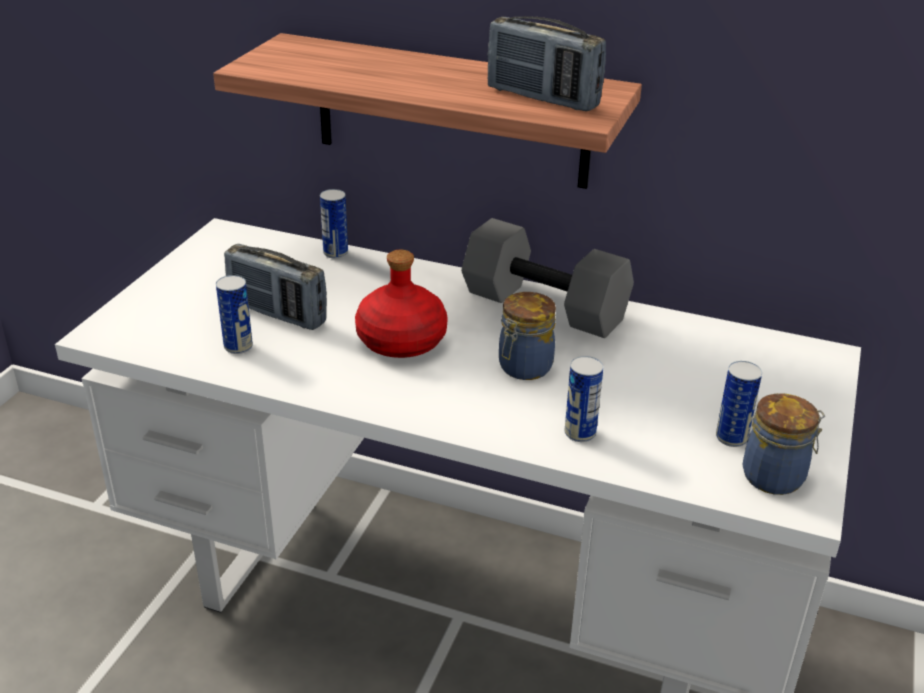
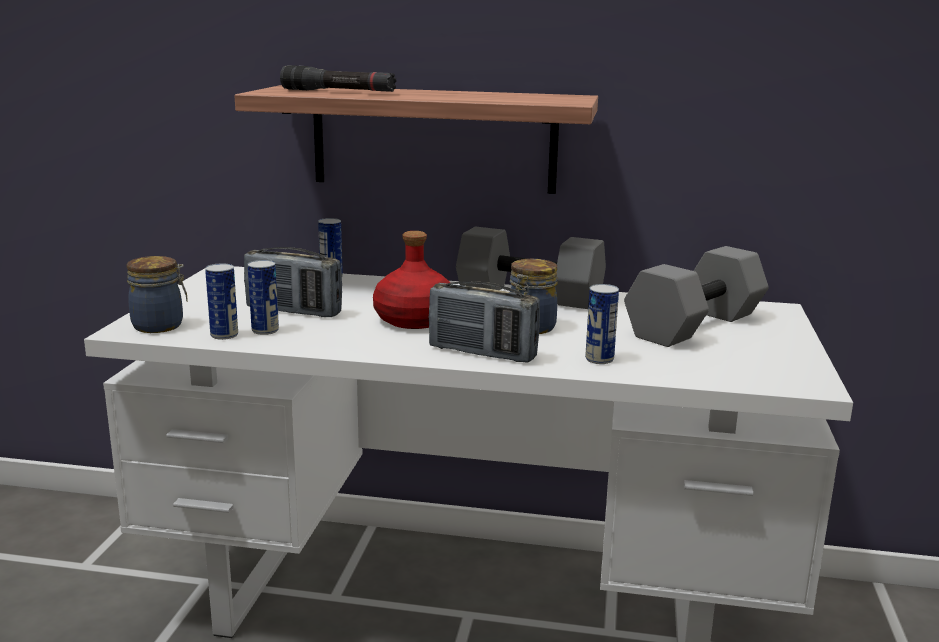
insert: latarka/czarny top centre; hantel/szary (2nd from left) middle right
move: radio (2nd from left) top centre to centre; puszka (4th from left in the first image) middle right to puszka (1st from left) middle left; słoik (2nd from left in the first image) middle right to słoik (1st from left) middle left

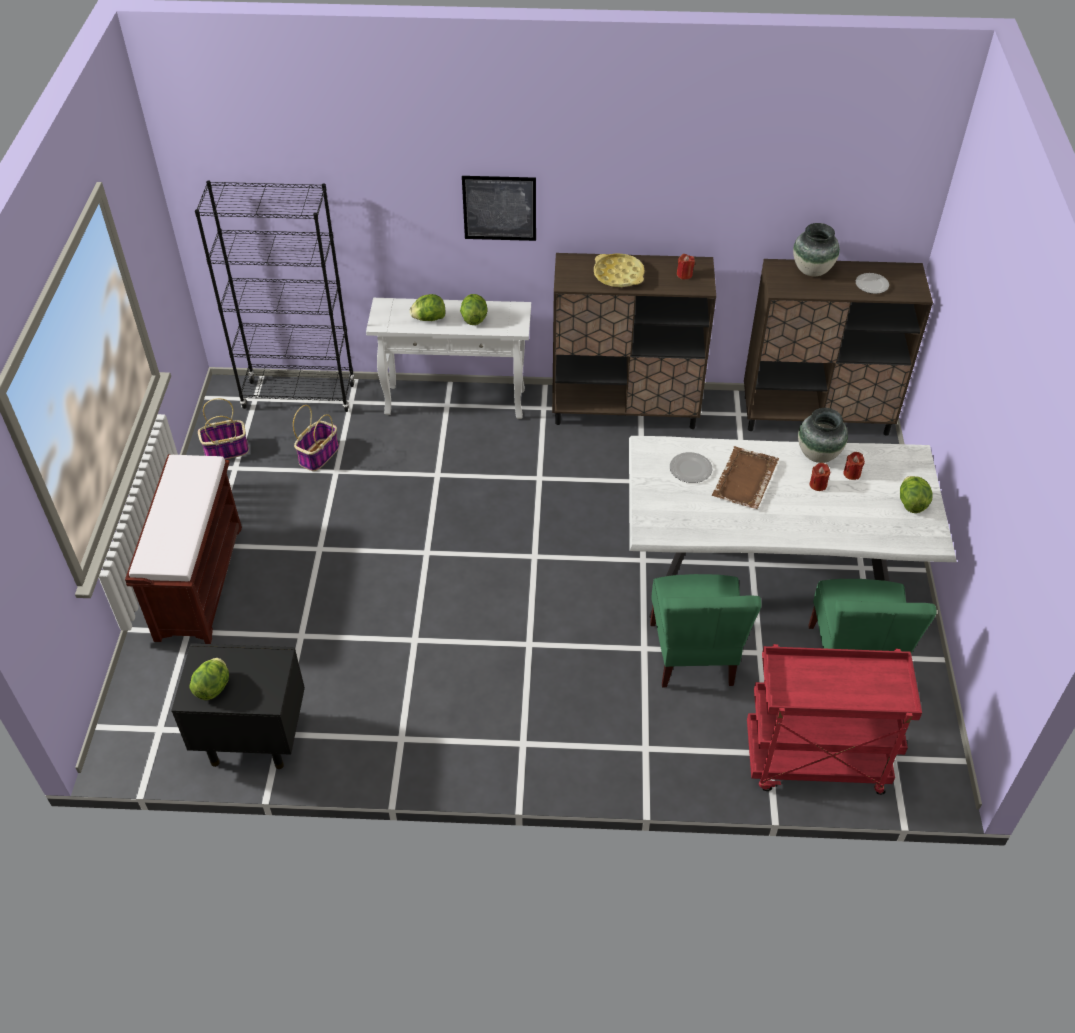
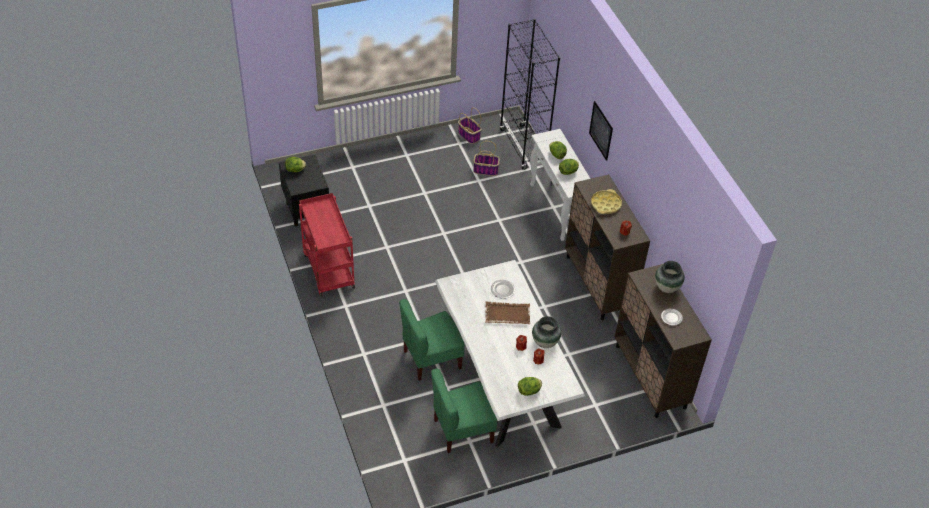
delete: ławka/brązowy middle left
move: wózek/czerwony bottom right to centre

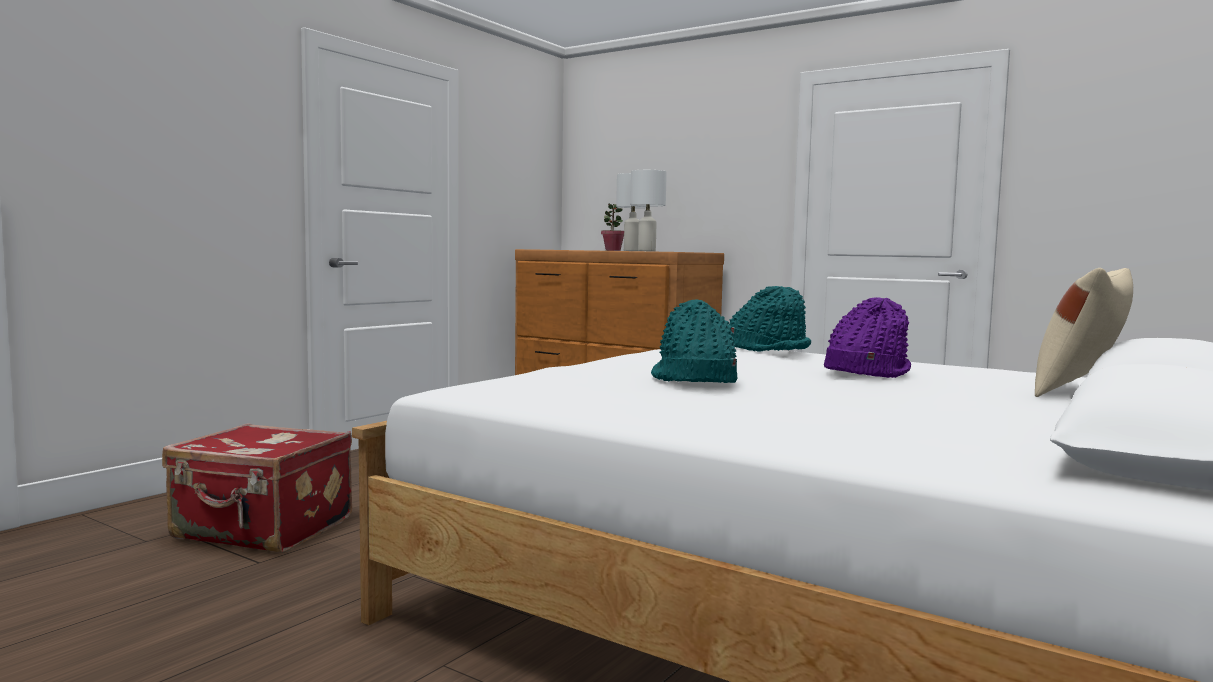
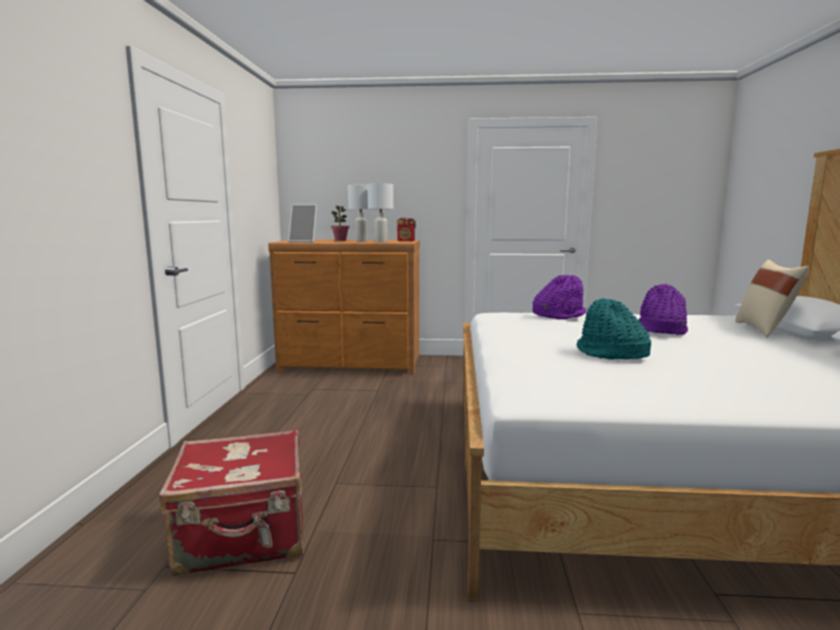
insert: ramka na zdjęcie centre; radio centre
recolor: kapelusz/turkusowy (2nd from left) centre to kapelusz/fioletowy (1st from left) centre

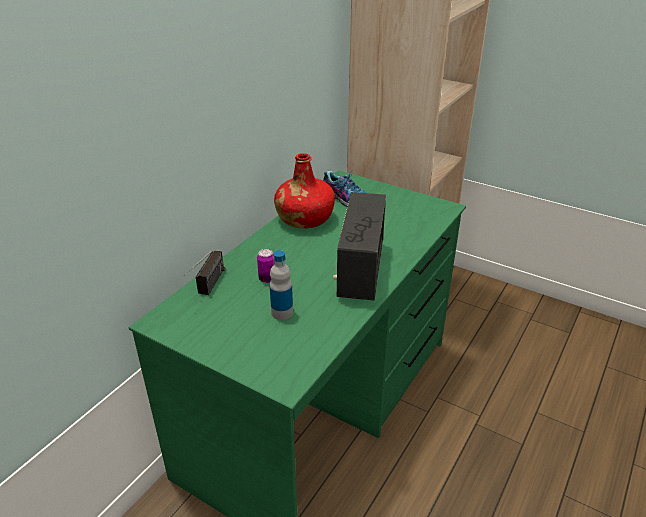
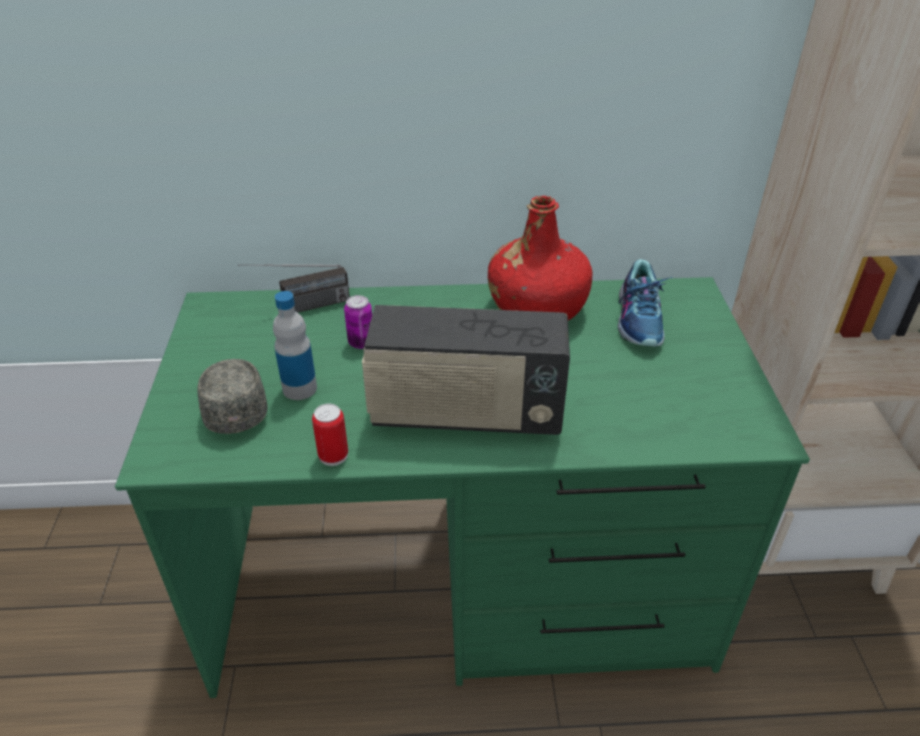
insert: czapka z daszkiem/szary middle left; puszka (1st from left) centre
rotate: radio (2nd from left) centre = centre 150 degrees counterclockwise

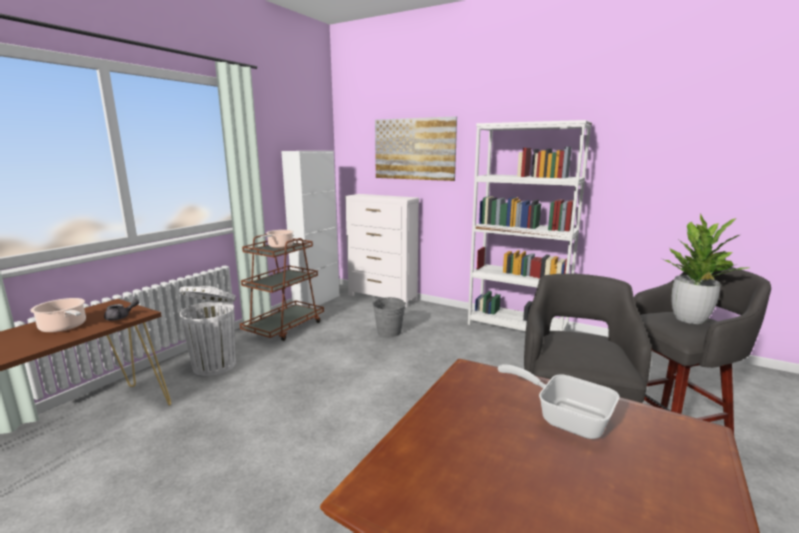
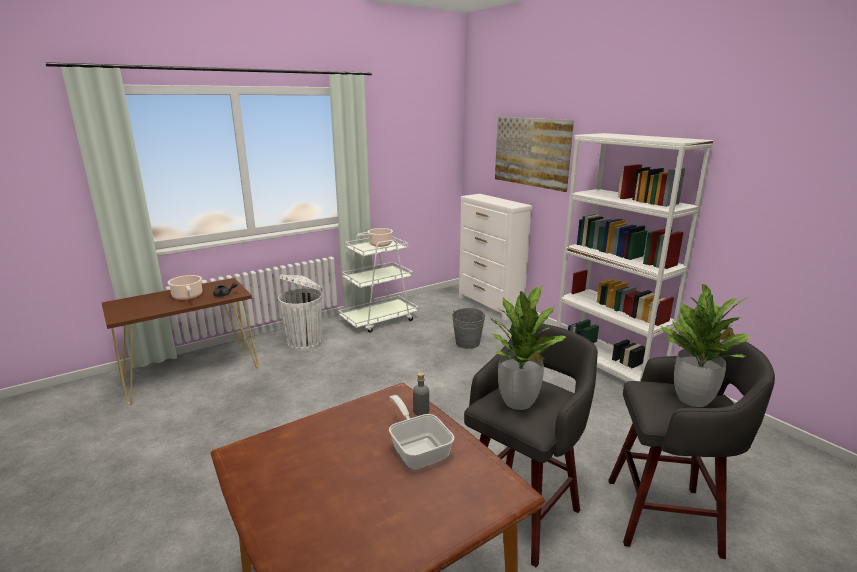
delete: szafka/biały centre
insert: butelka/szary bottom centre; roślina doniczkowa (1st from left) centre
recolor: wózek/brązowy centre to wózek/biały centre

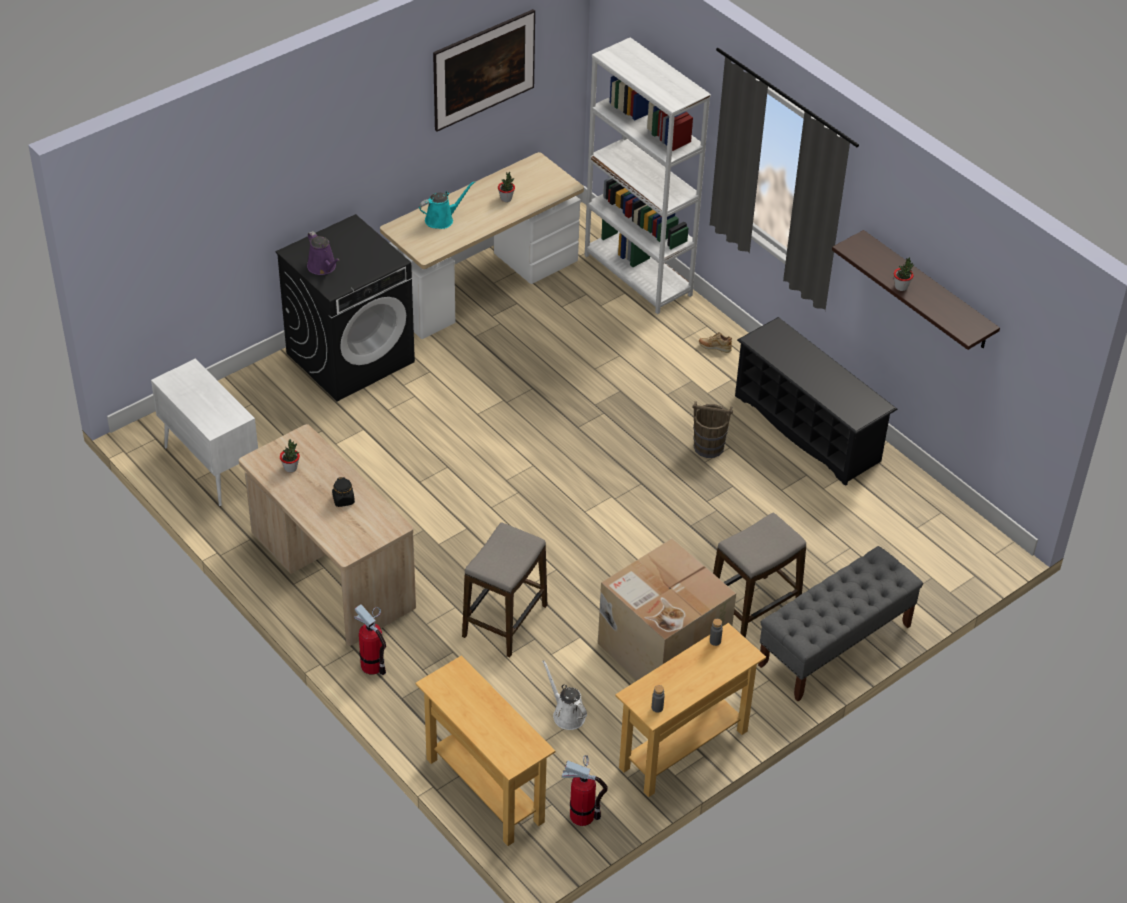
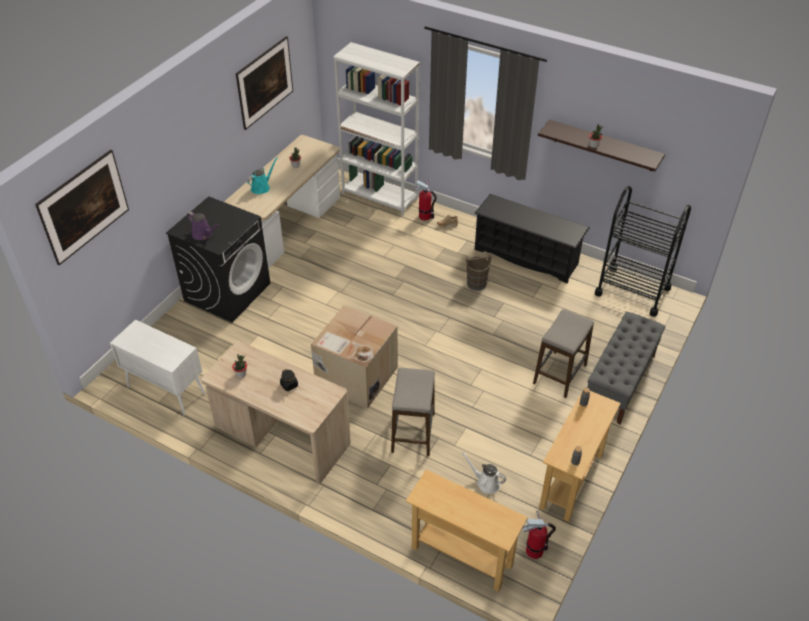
insert: obraz (1st from left) middle left; wózek/czarny middle right
move: gaśnica (1st from left) bottom left to top centre; karton bottom centre to centre

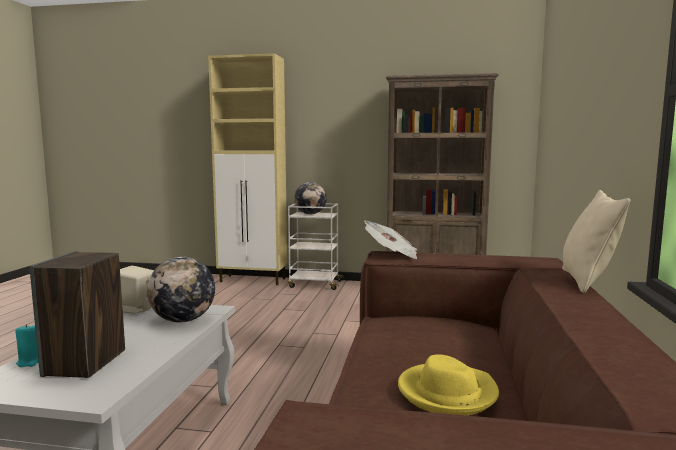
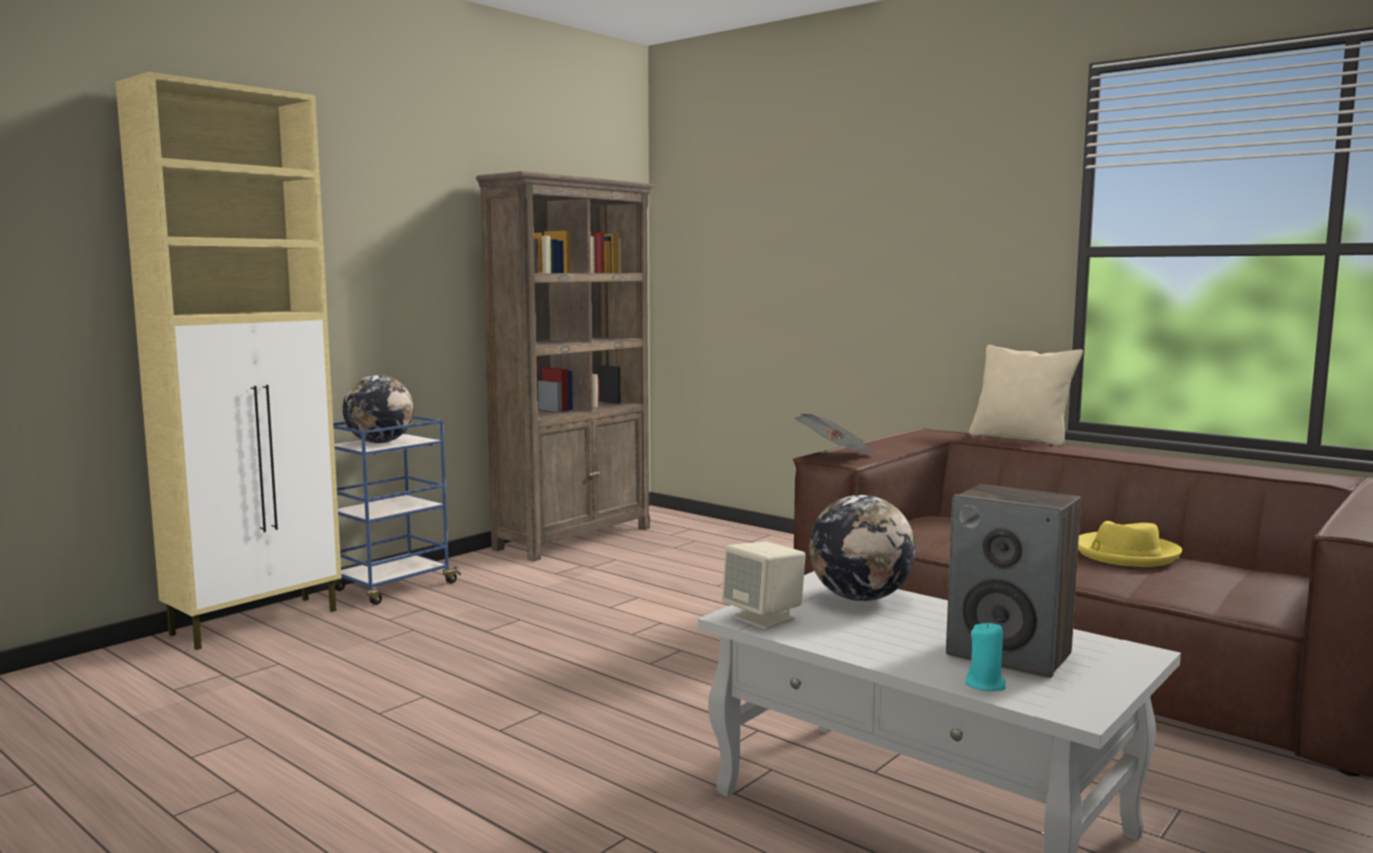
recolor: wózek/biały centre to wózek/niebieski middle left

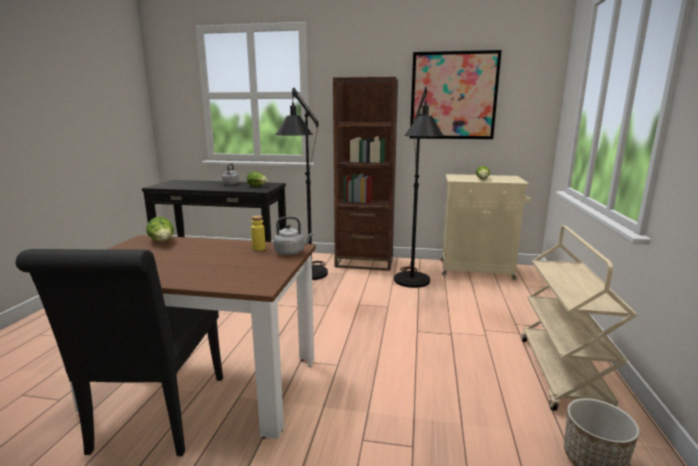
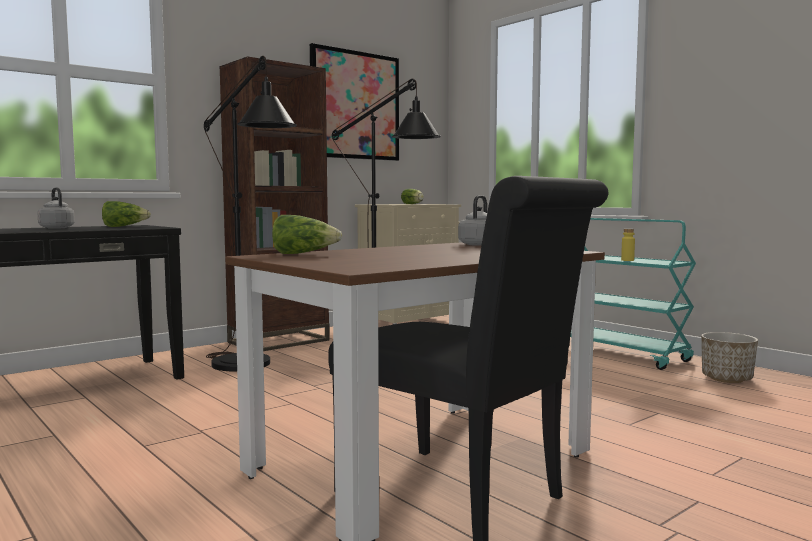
move: butelka/żółty centre to middle right
recolor: wózek/beżowy bottom right to wózek/turkusowy middle right

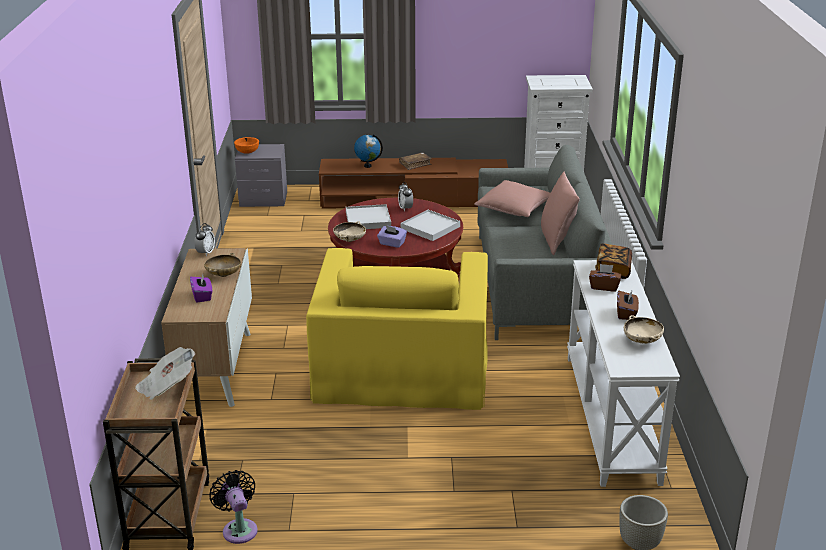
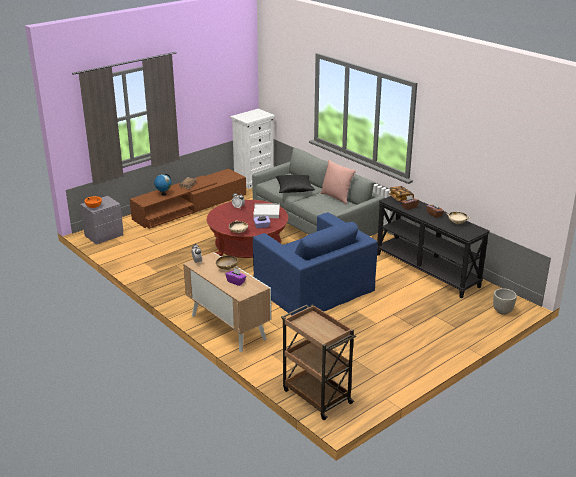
delete: gazeta bottom left; wentylator/czarny bottom left; taca/biały (1st from left) centre
recolor: fotel/żółty centre to fotel/niebieski centre; poduszka/różowy (1st from left) centre to poduszka/czarny centre; stolik konsolowy/biały bottom right to stolik konsolowy/czarny middle right

